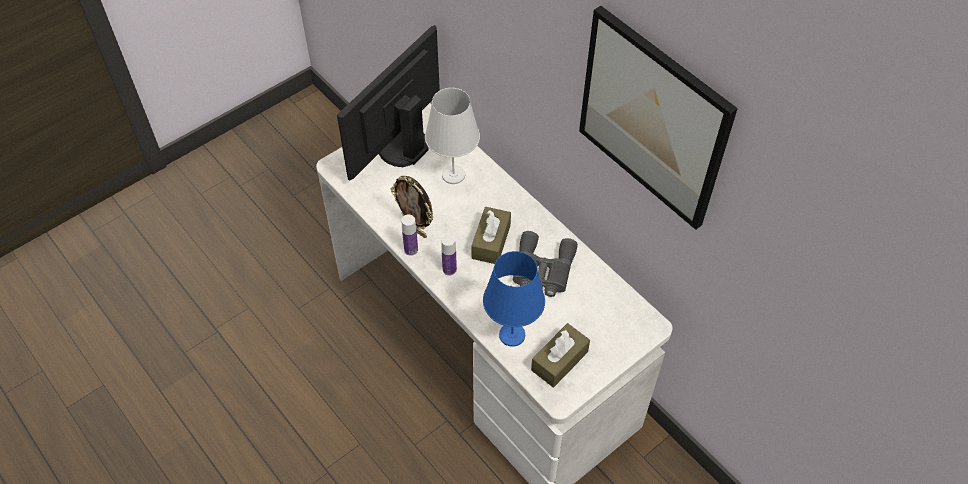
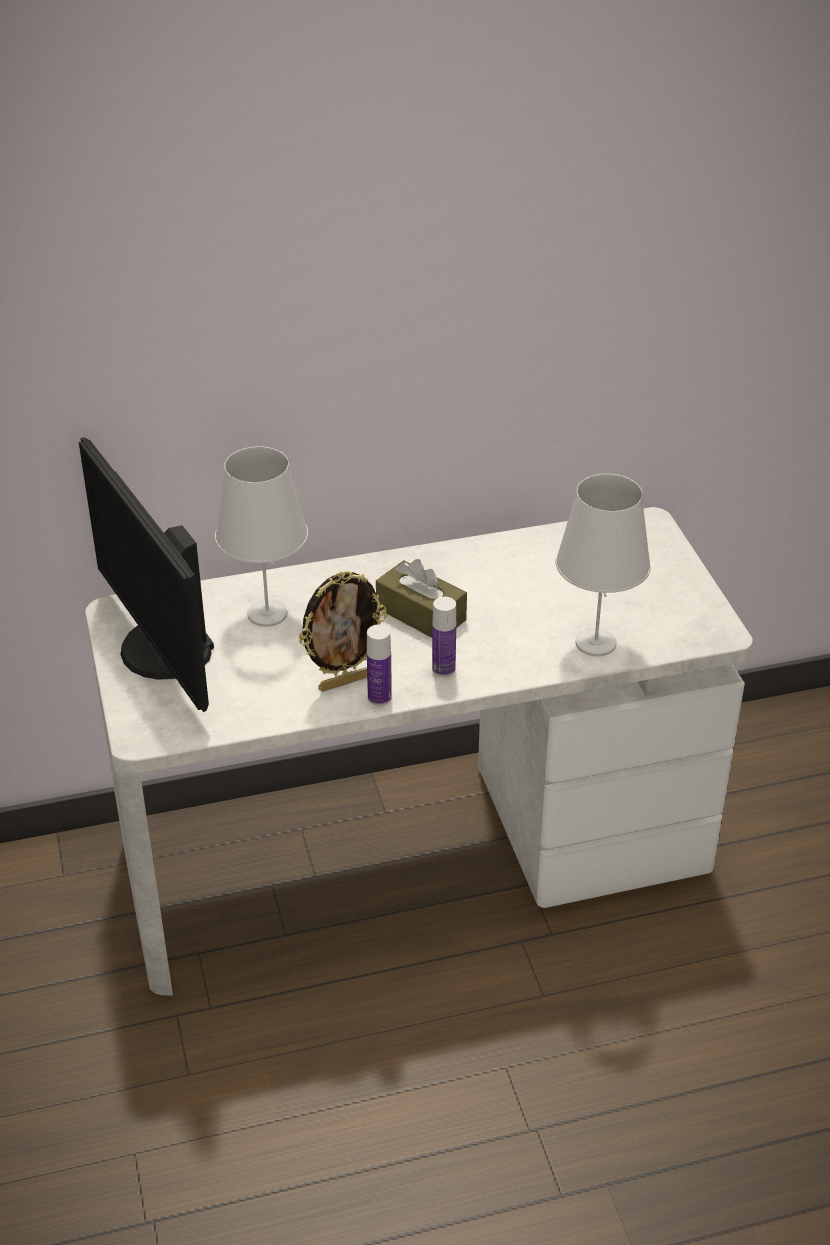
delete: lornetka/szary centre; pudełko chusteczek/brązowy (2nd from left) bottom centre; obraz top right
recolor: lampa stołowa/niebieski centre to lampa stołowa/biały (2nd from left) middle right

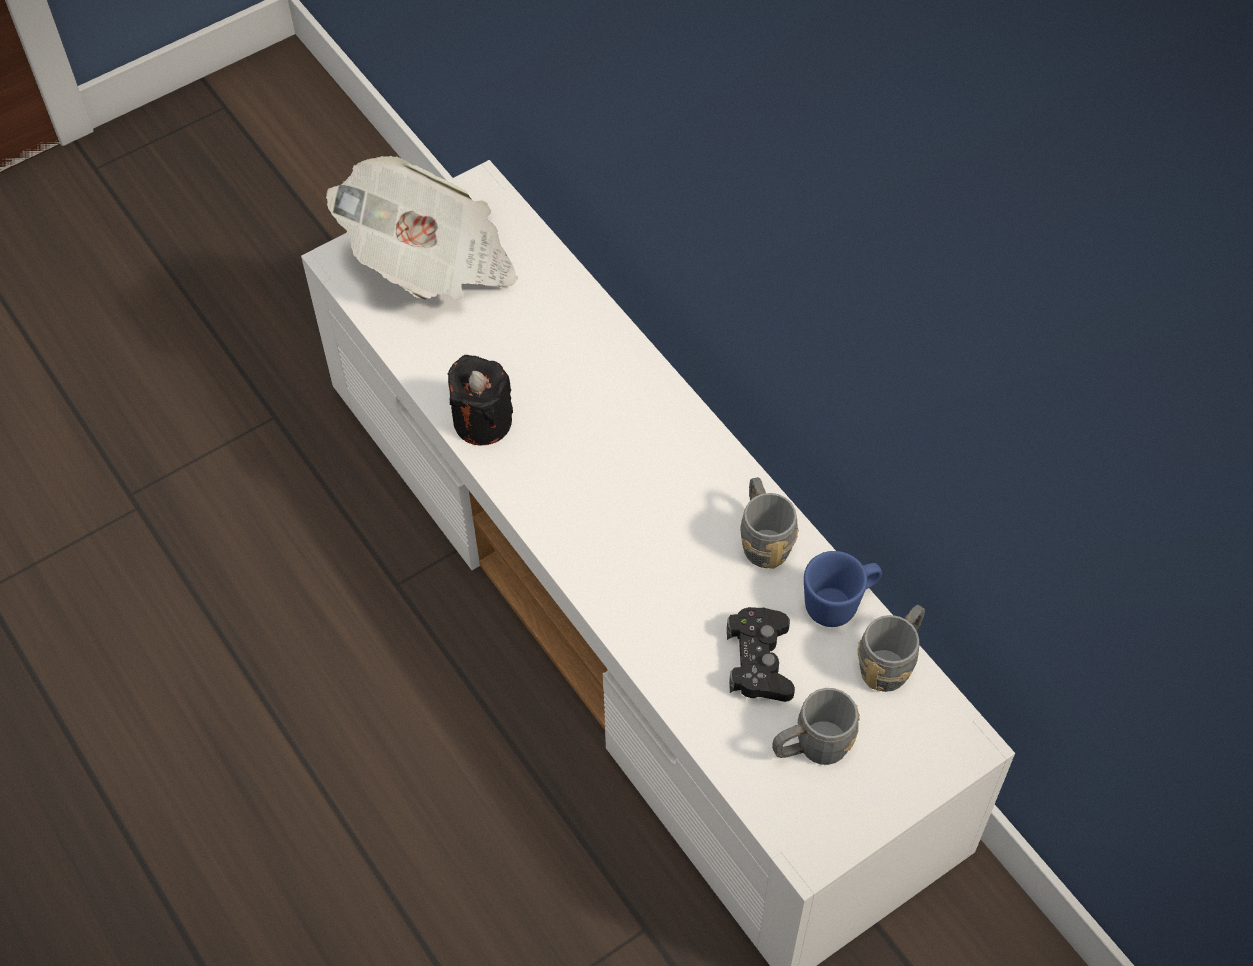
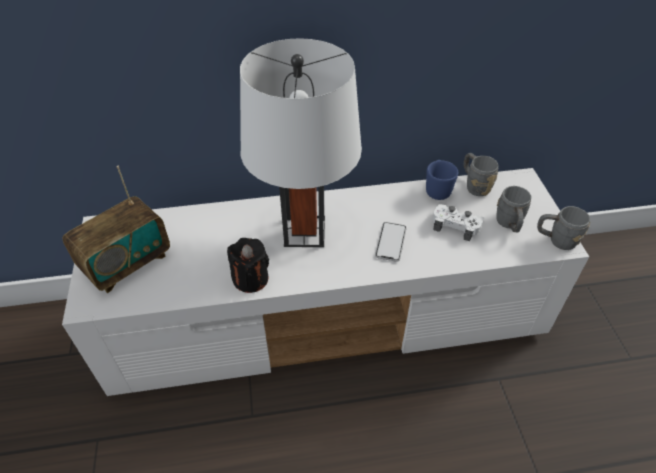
insert: lampa stołowa/biały top centre; telefon centre
move: kubek/szary (1st from left in the first image) centre to kubek/szary (3rd from left) middle right
replace: gazeta top centre to radio middle left
recolor: pad do gier/czarny bottom centre to pad do gier/biały middle right

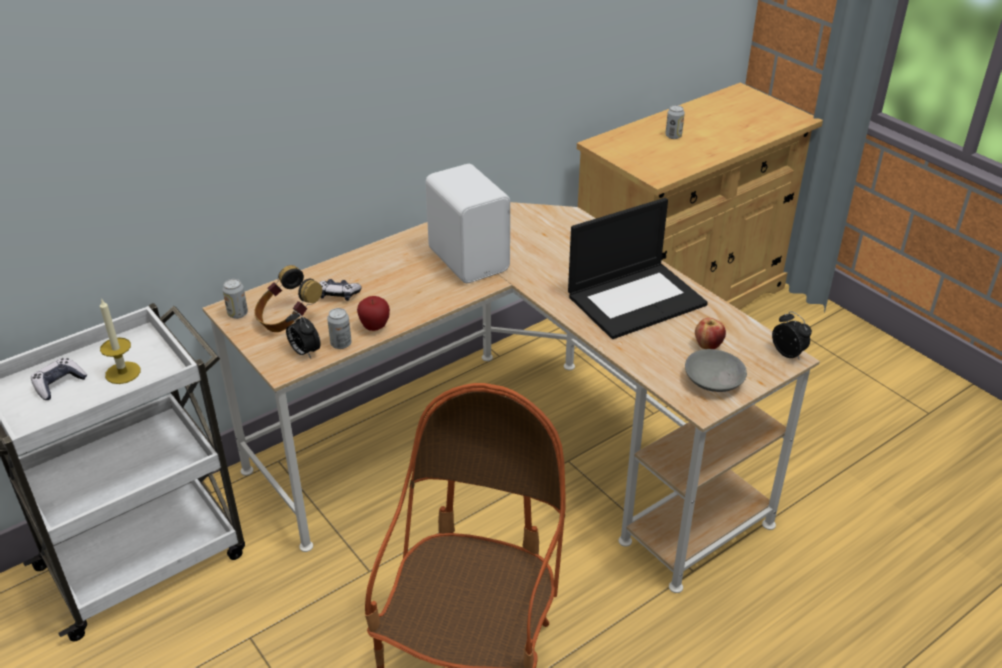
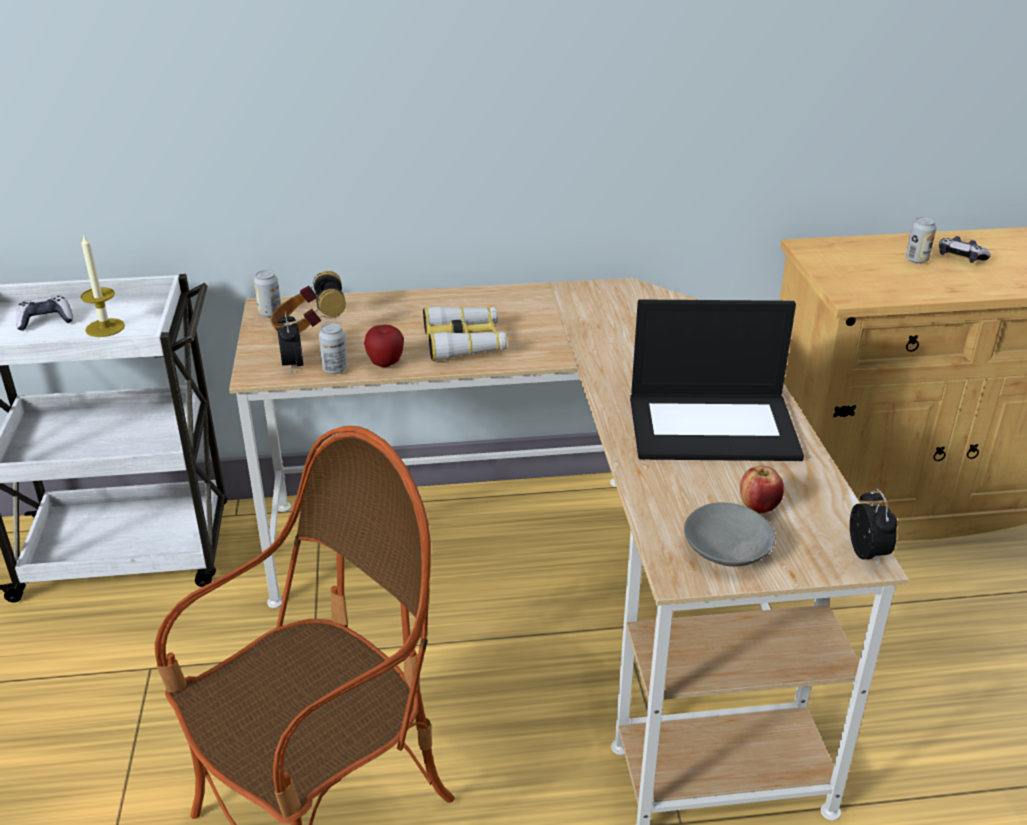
delete: głośnik/biały centre
insert: lornetka centre
move: pad do gier (2nd from left) centre to top right

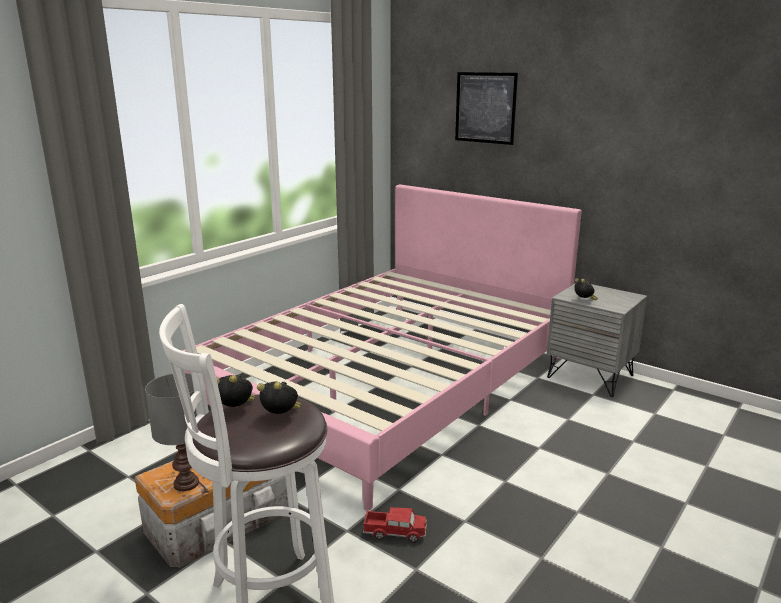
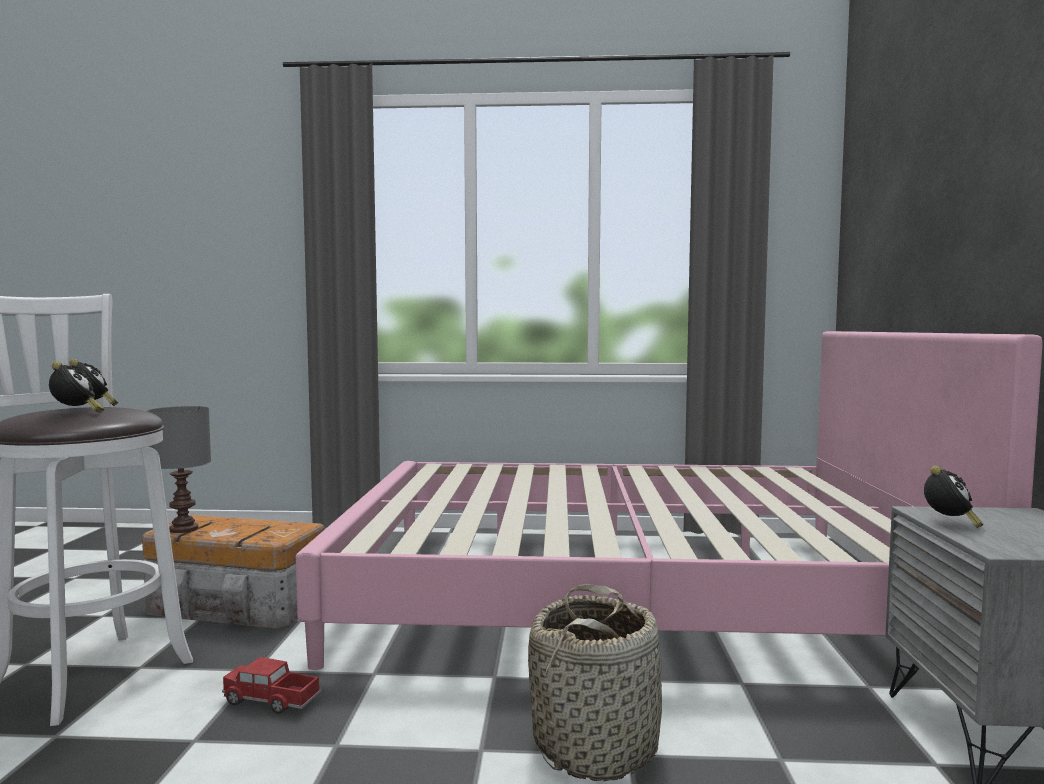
delete: obraz top centre
insert: koszyk bottom centre
rotate: ciężarówka zabawkowa bottom centre = bottom left 135 degrees clockwise

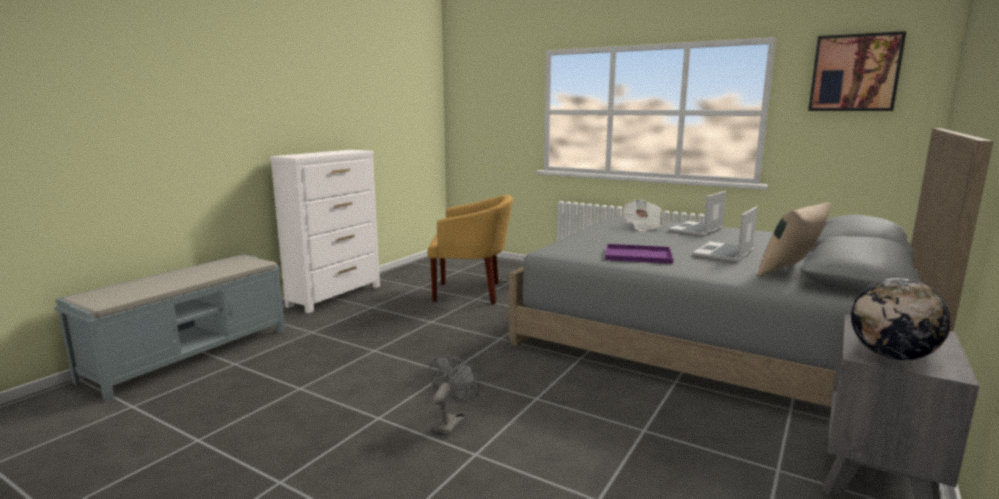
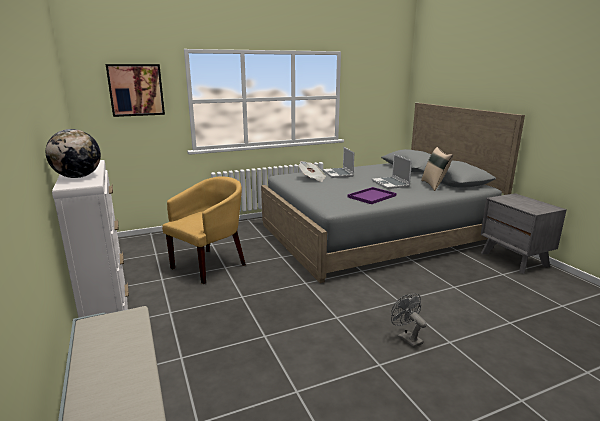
move: obraz top right to top left; globus middle right to middle left

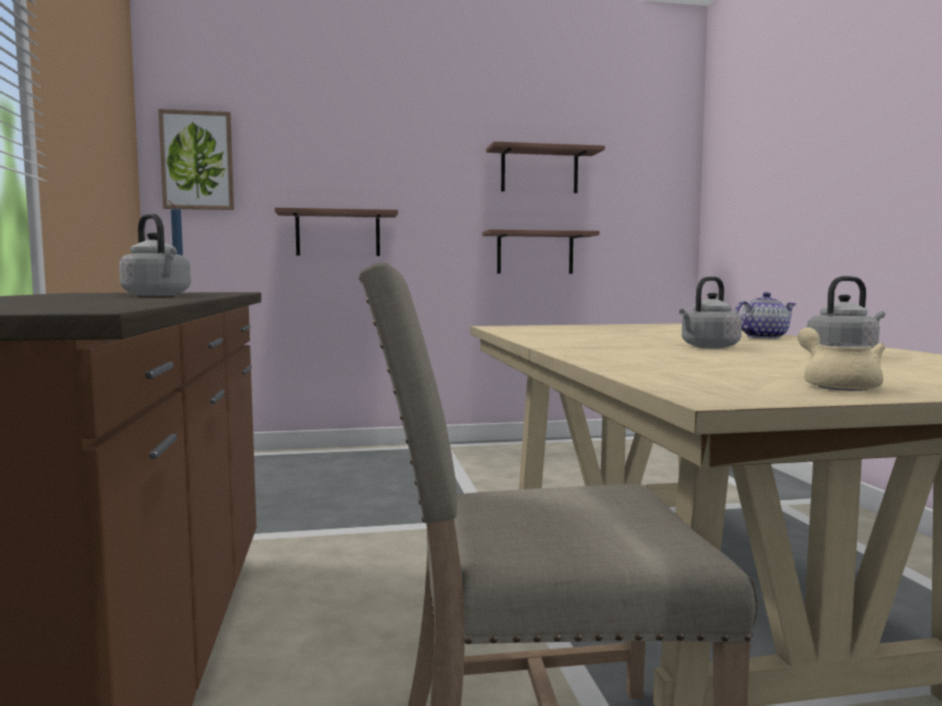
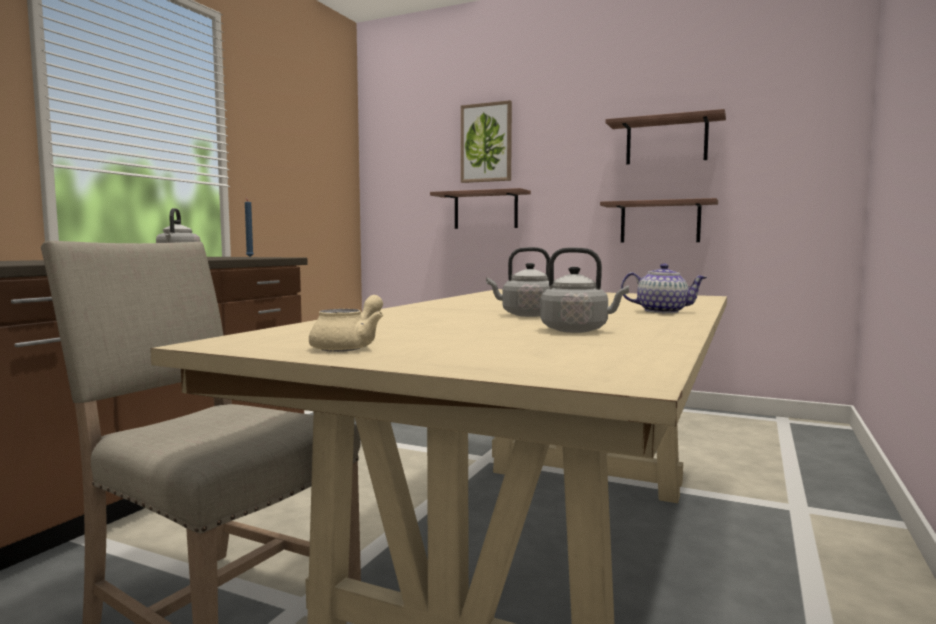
move: obraz top left to top centre

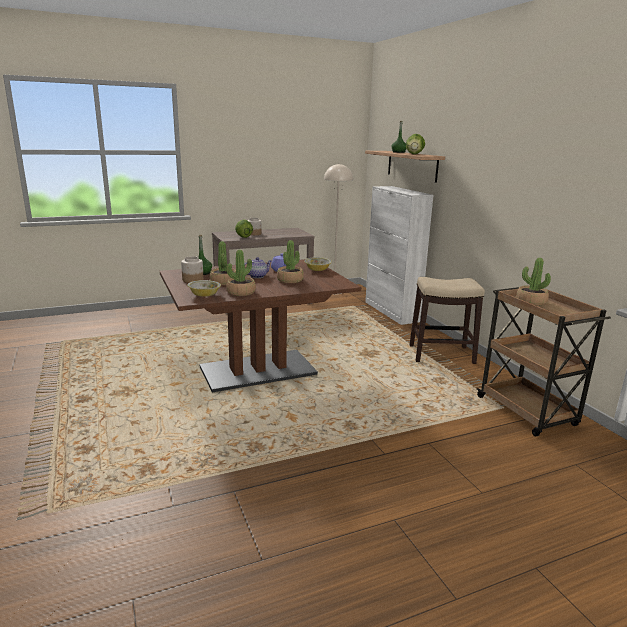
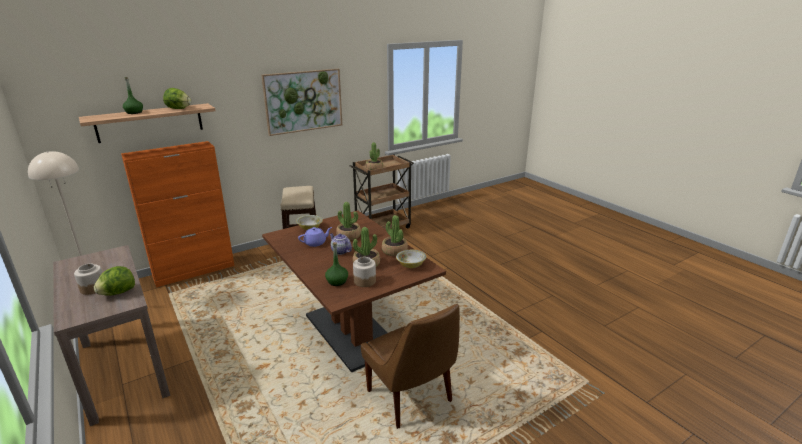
insert: obraz top centre; krzesło/brązowy bottom centre
recolor: szafka/biały centre to szafka/pomarańczowy middle left

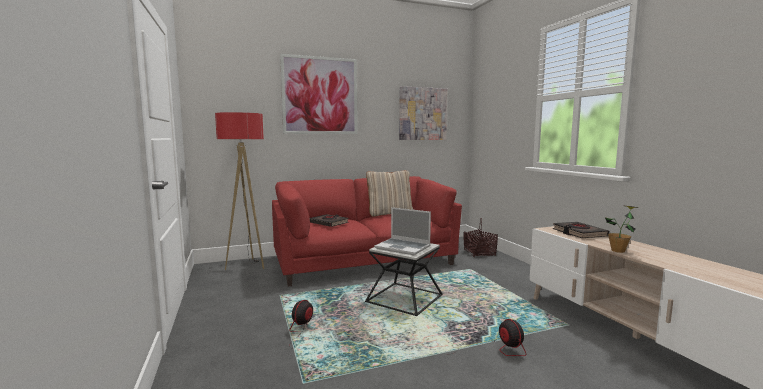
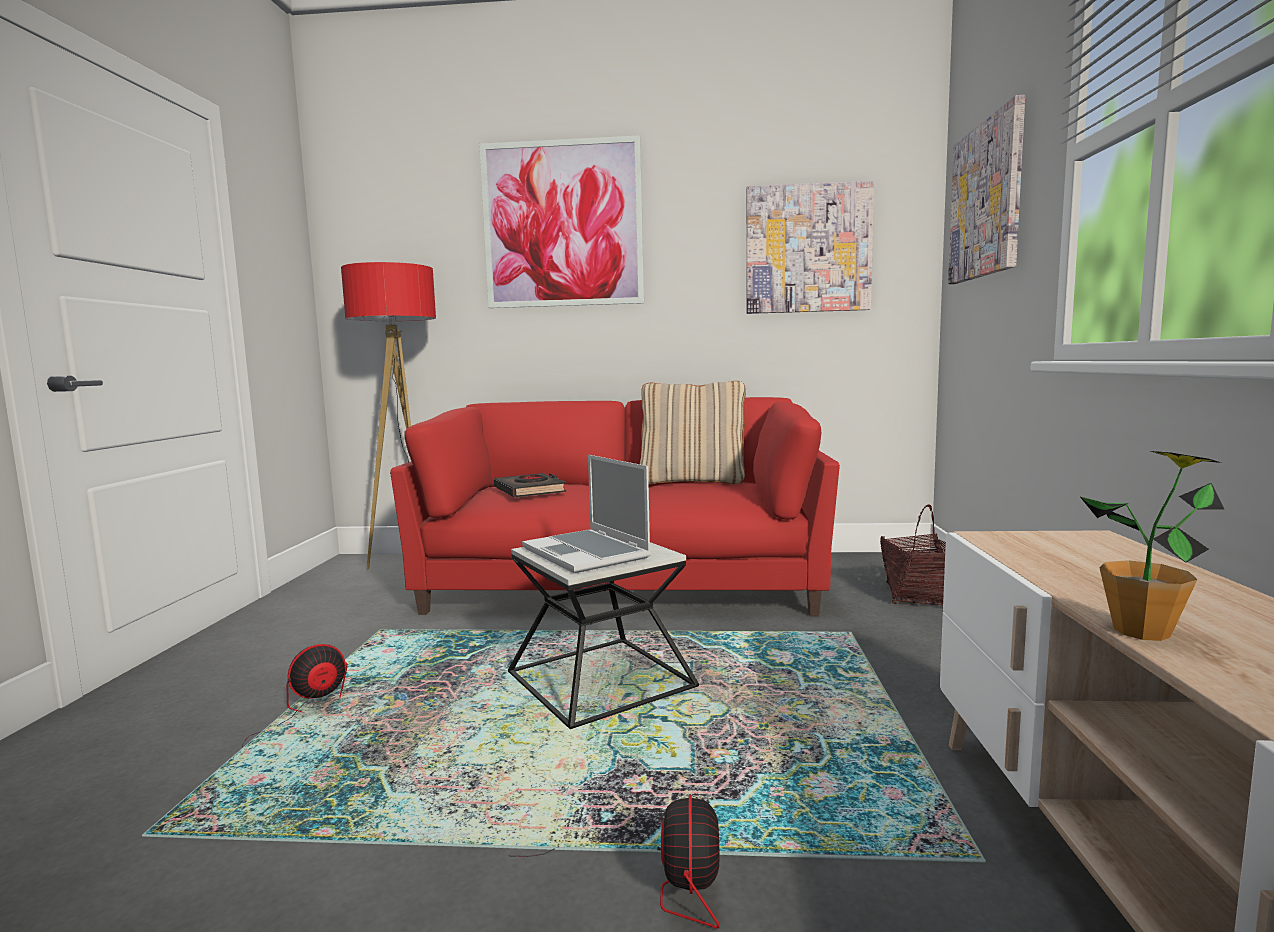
delete: książka/czarny (2nd from left) middle right
insert: obraz (3rd from left) top right

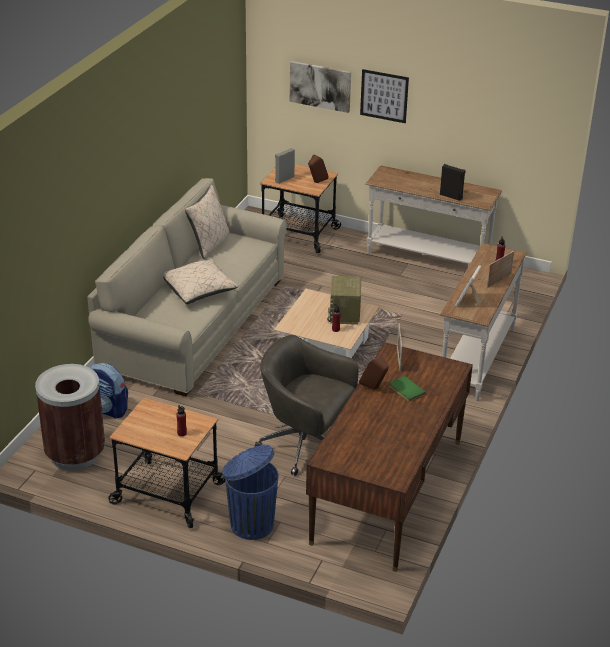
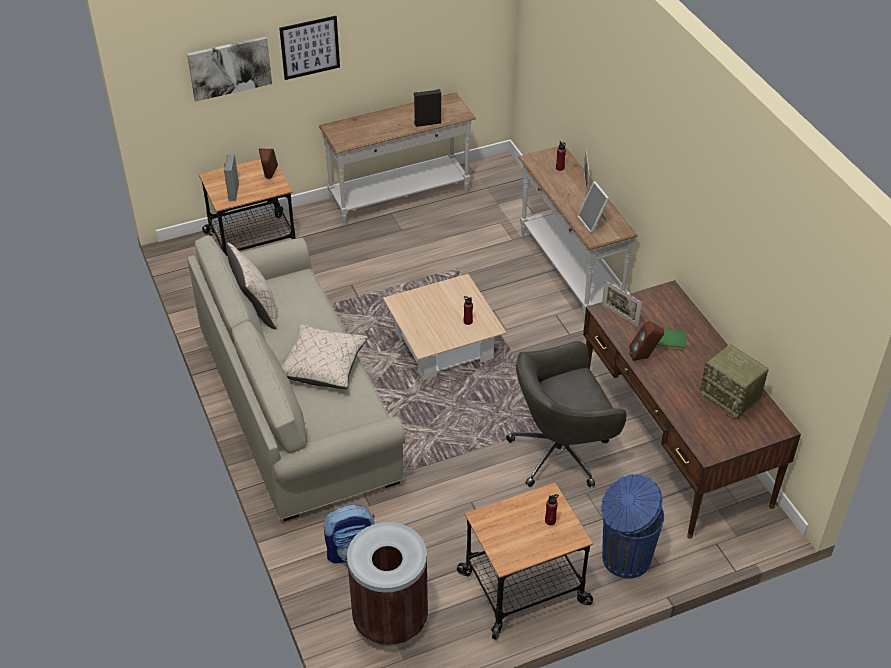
move: radio centre to middle right

